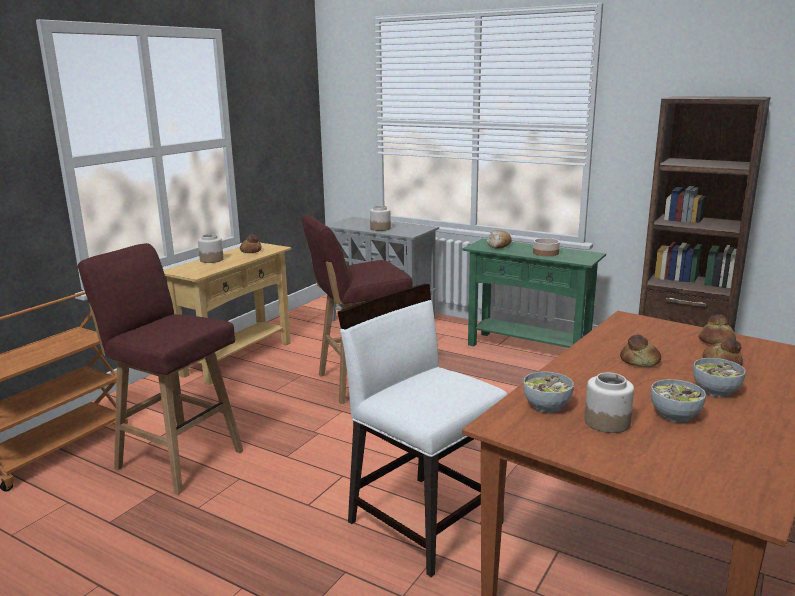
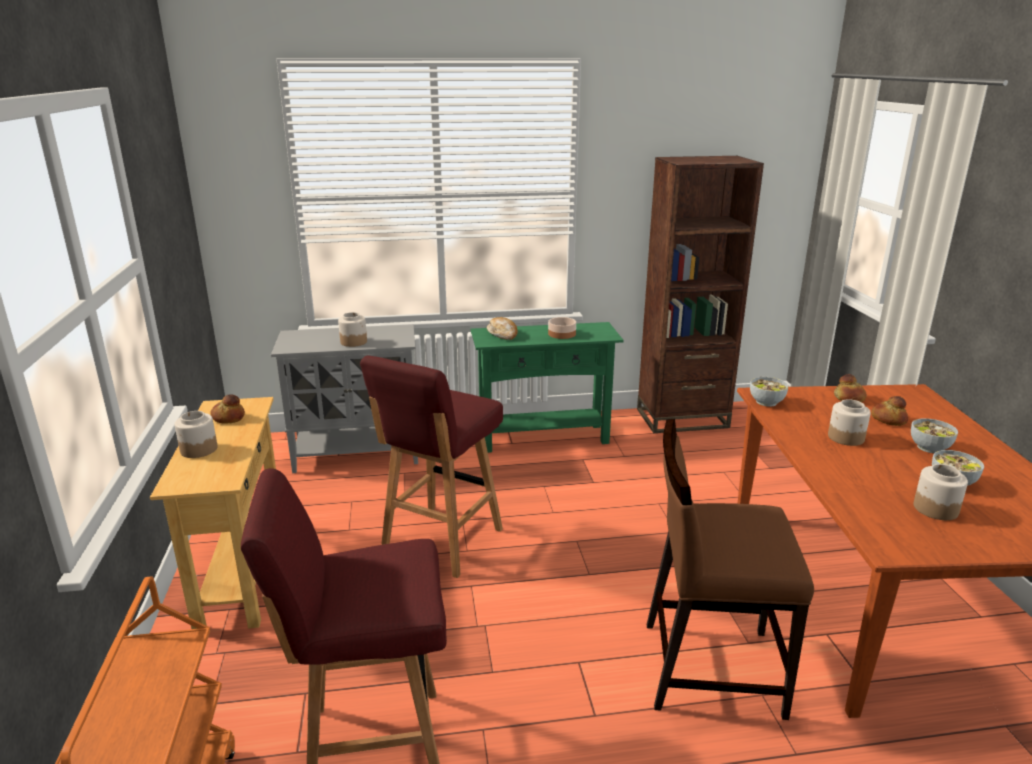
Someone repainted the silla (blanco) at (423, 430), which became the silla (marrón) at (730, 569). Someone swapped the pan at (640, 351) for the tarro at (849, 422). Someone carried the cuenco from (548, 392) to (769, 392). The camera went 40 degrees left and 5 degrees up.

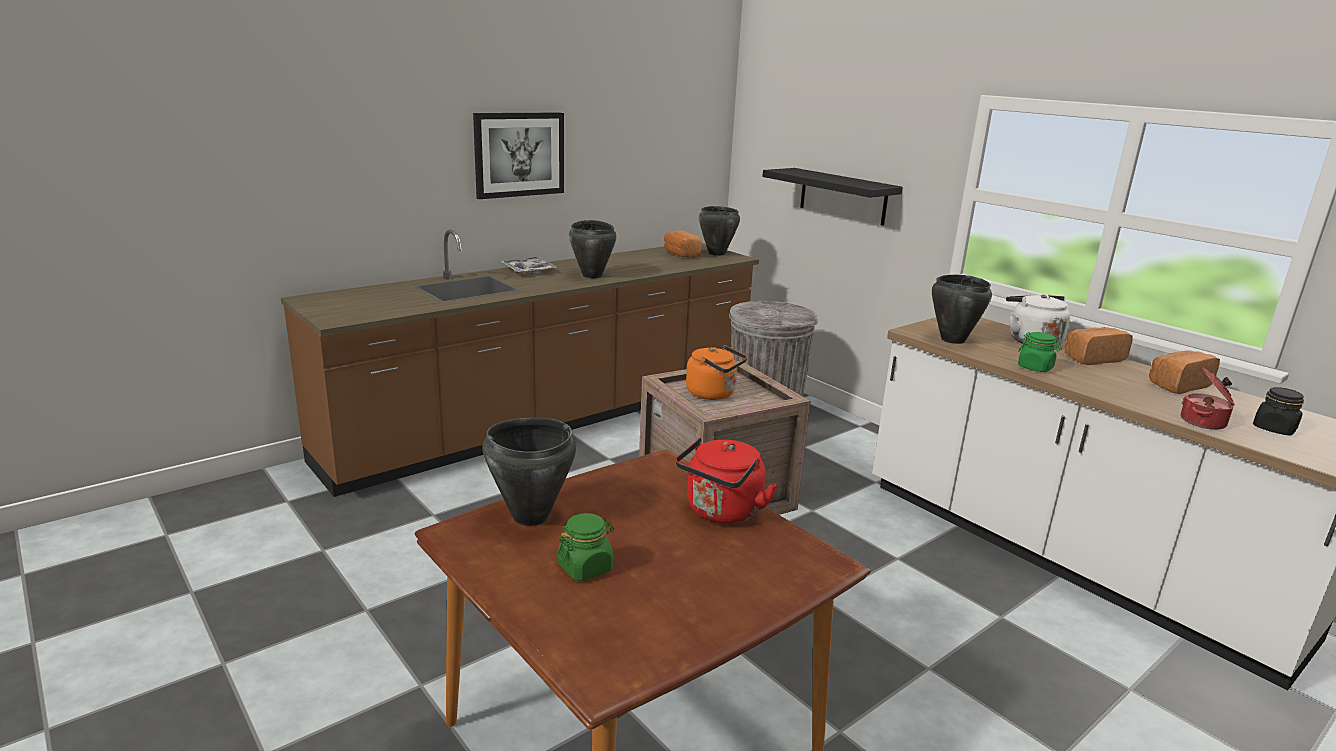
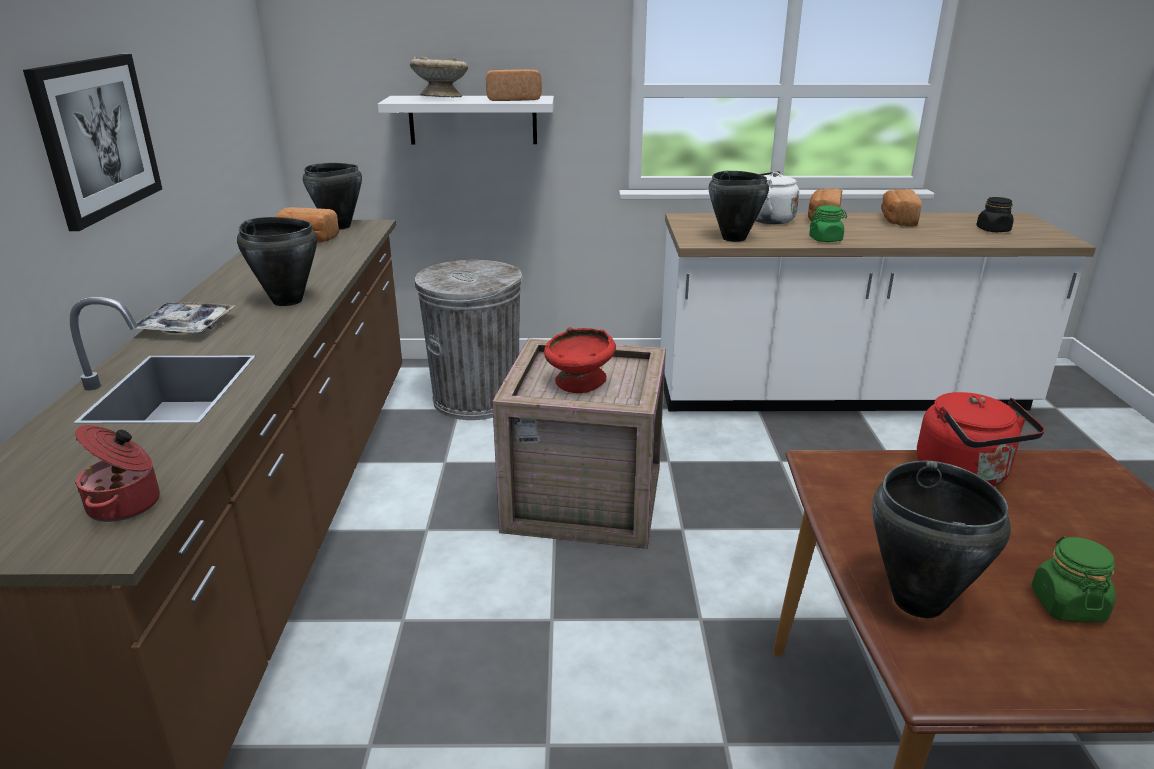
Someone repainted the estante (negro) at (832, 197), which became the estante (blanco) at (466, 120). Someone swapped the hervidor (naranja) at (716, 372) for the cuenco (rojo) at (580, 360). Someone carried the olla from (1208, 399) to (117, 473). Someone put down the cuenco (beis) at (439, 77). Someone put down the pan at (514, 85). The camera went 50 degrees left and 5 degrees up.

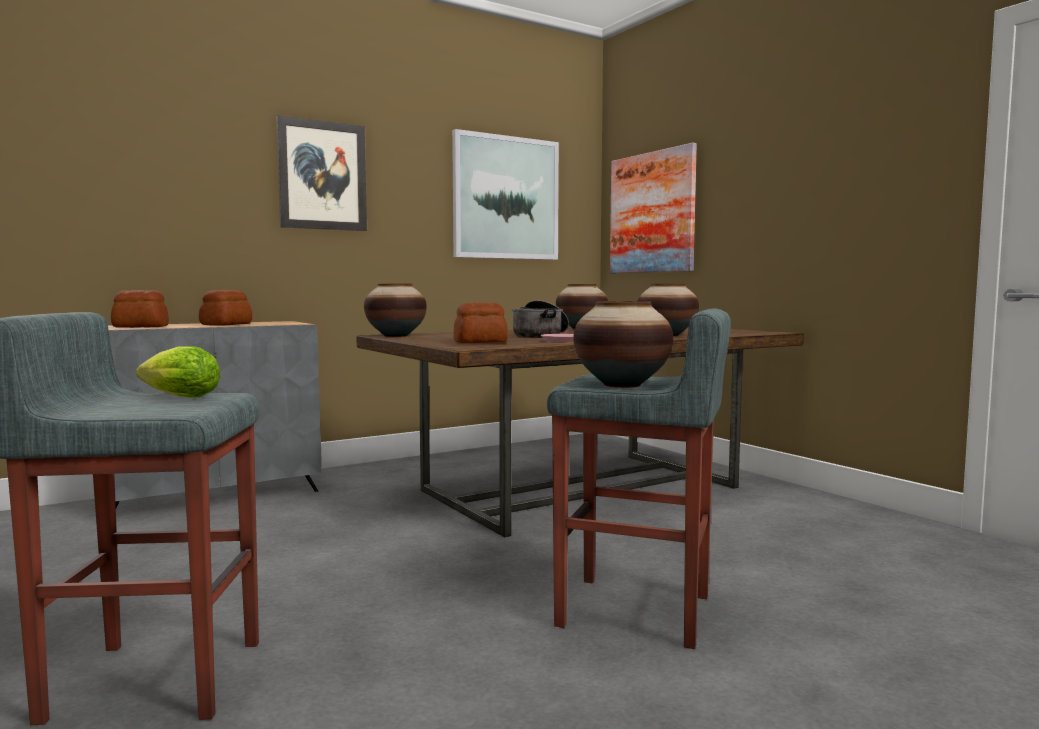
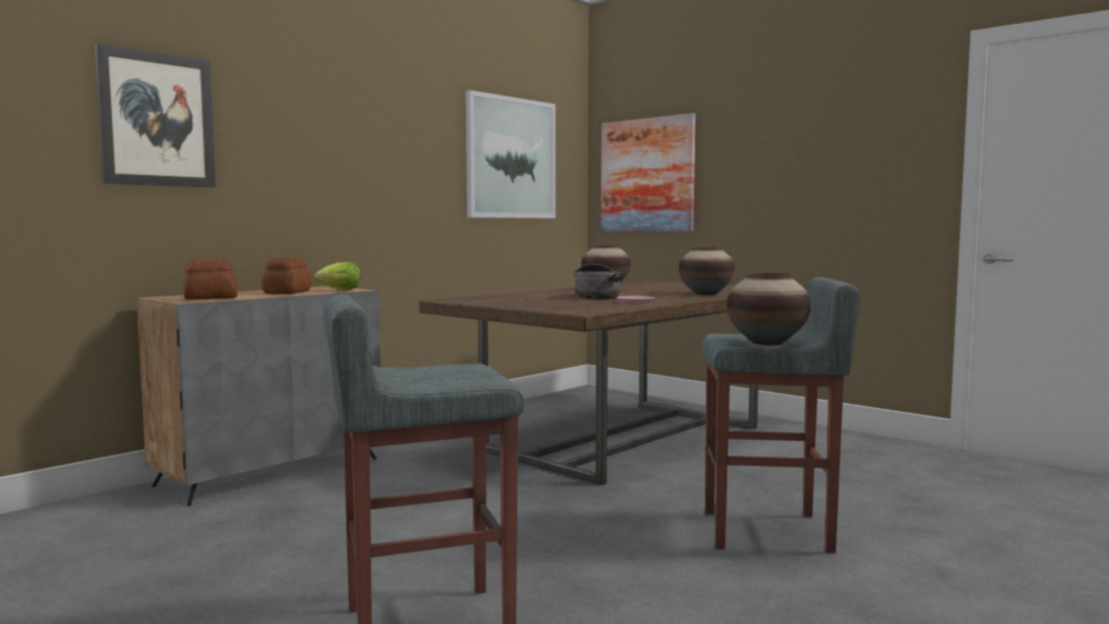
Someone carried the cuadro from (321, 173) to (155, 115). Someone took away the florero at (395, 310). Someone took away the pan at (480, 322). Someone carried the lechuga from (178, 372) to (337, 276). The camera went 15 degrees left and 0 degrees up.

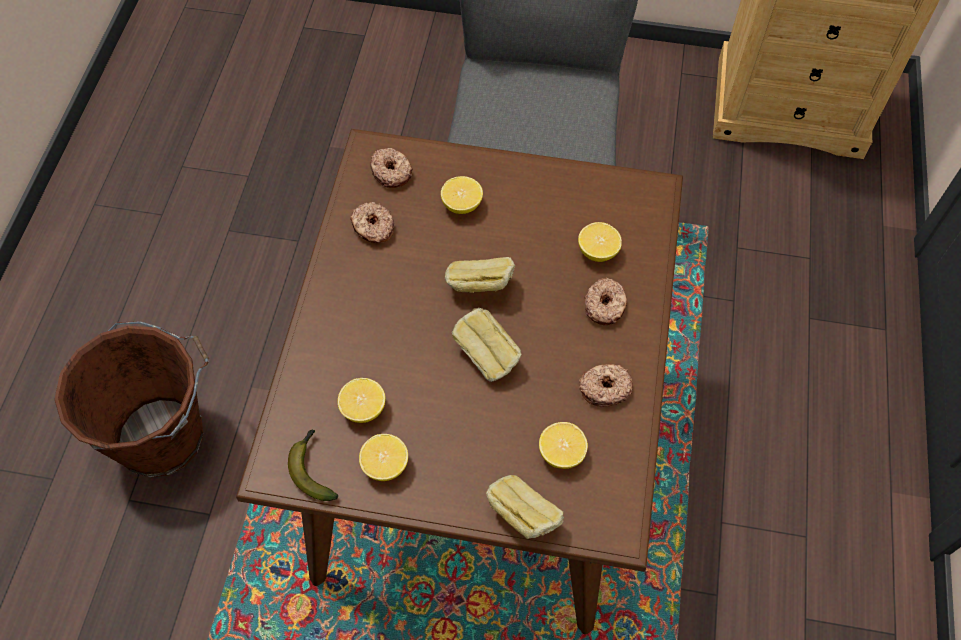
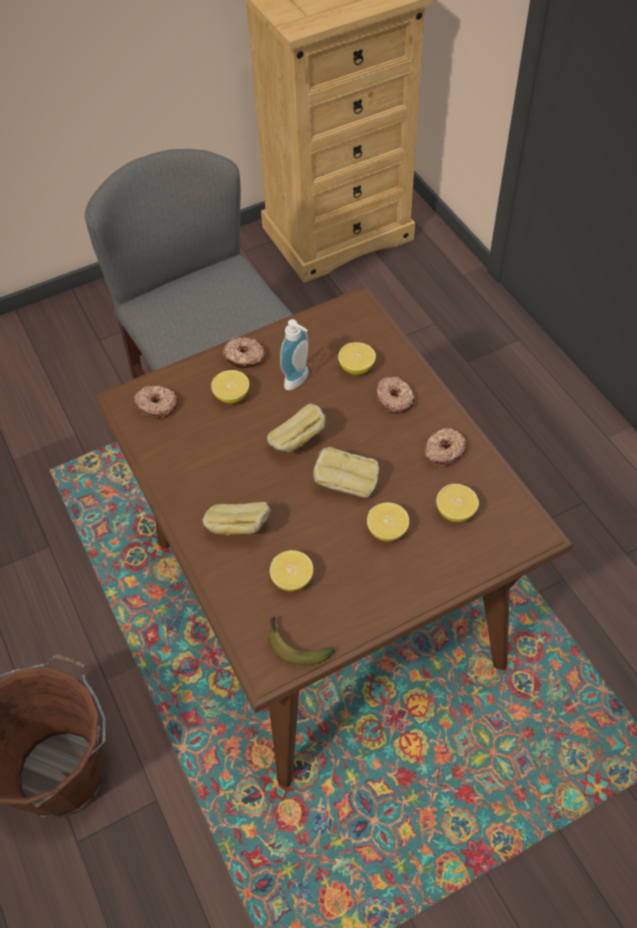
Someone carried the rosquilla from (372, 222) to (243, 352). Someone carried the limón from (383, 457) to (388, 522). Someone carried the pan from (525, 507) to (236, 518). Someone put down the dispensador de jabón at (294, 354). The camera went 35 degrees left and 5 degrees down.

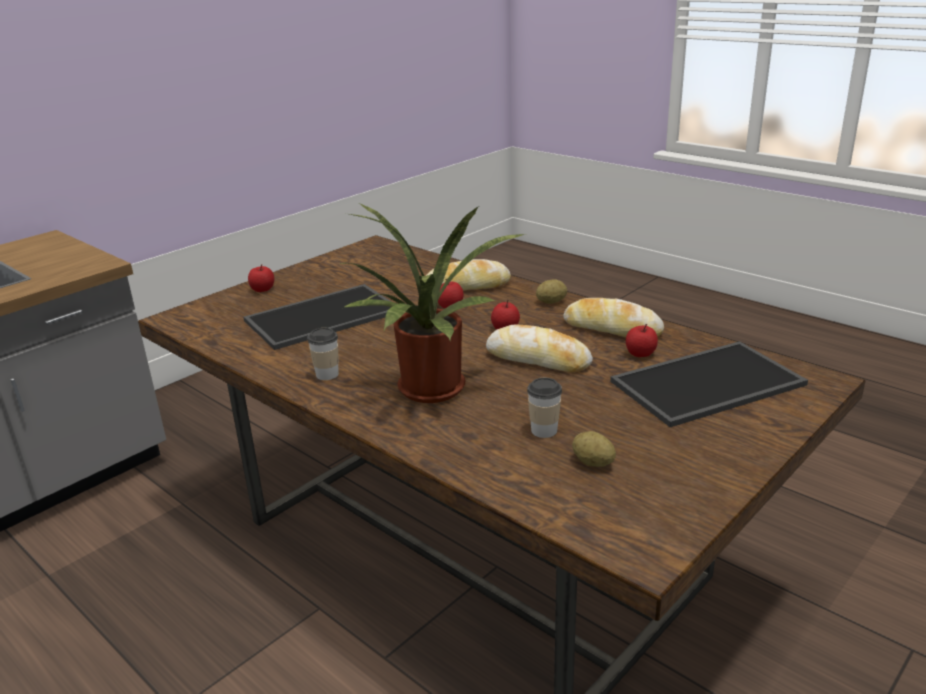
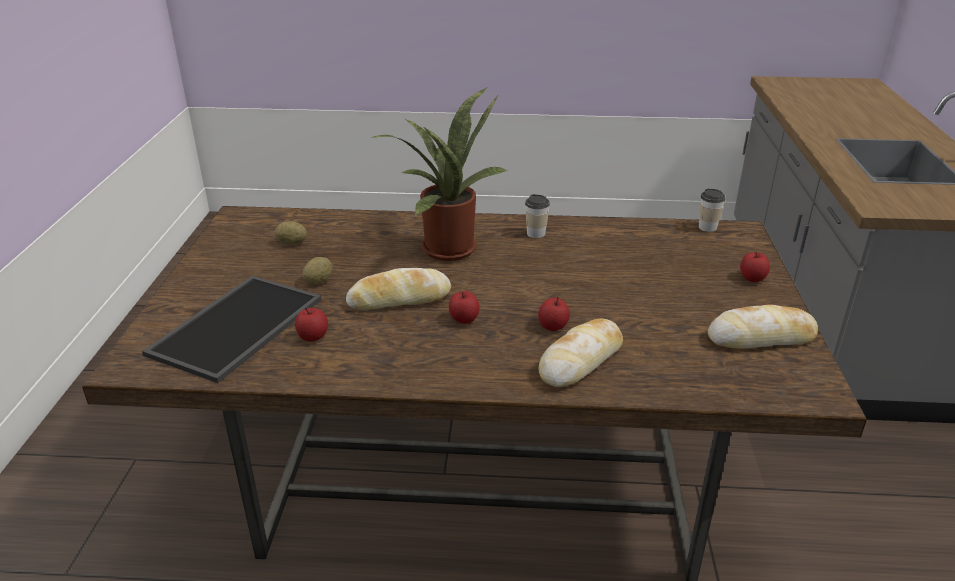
Someone carried the patata from (551, 291) to (318, 270). Someone took away the bandeja at (317, 317). Someone carried the pan from (613, 317) to (763, 327). Someone carried the taza from (544, 408) to (712, 210). The camera went 140 degrees right and 5 degrees up.

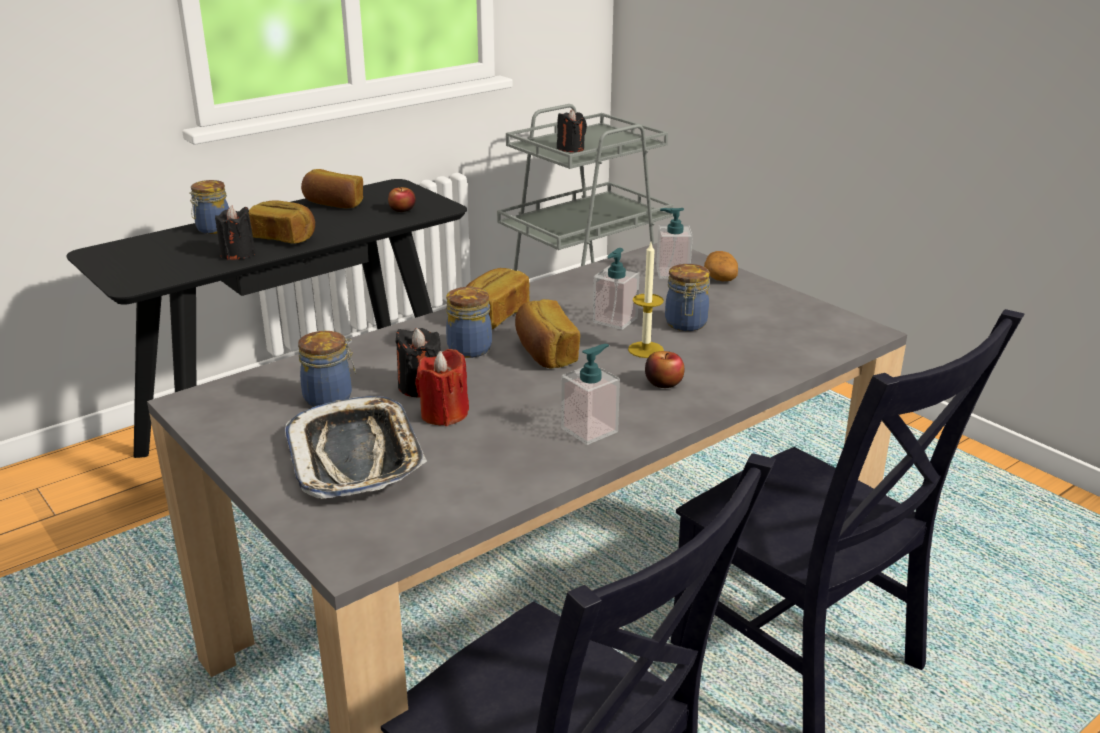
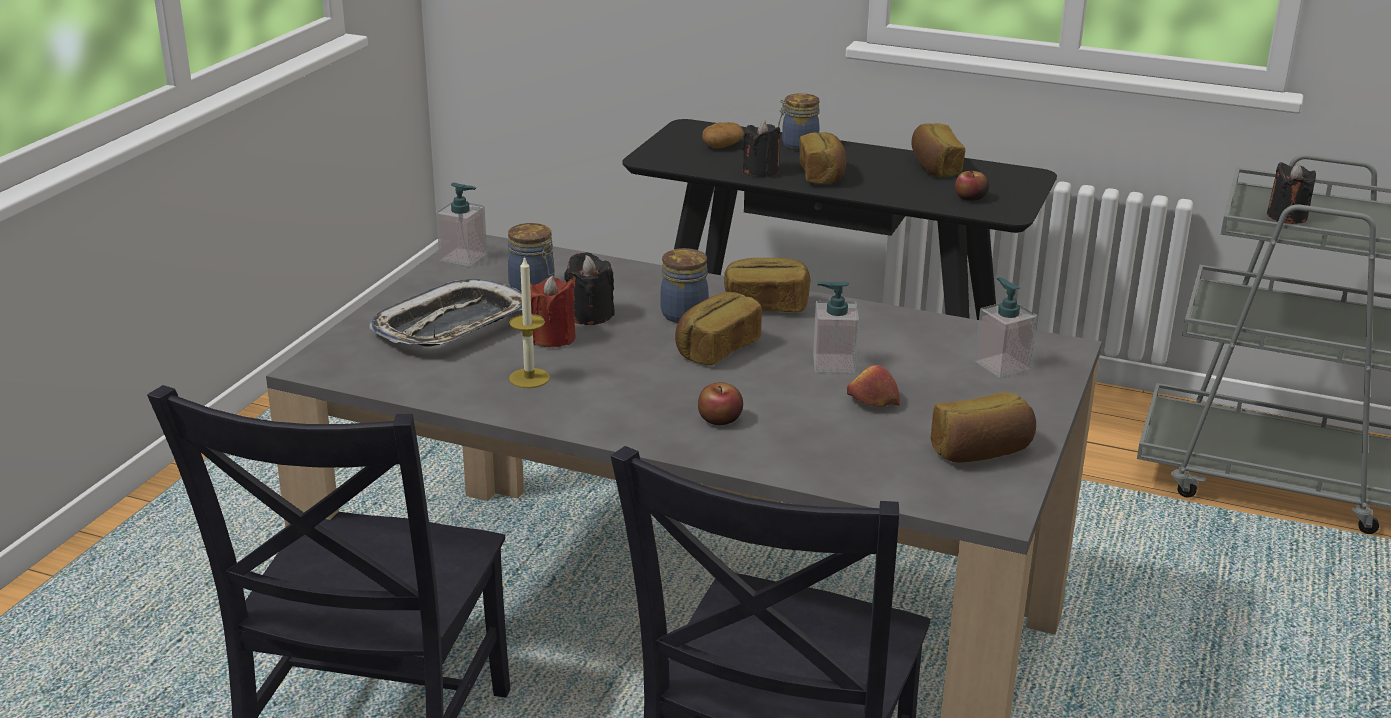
Someone carried the vela from (646, 300) to (529, 322). Someone carried the patata from (721, 266) to (723, 135). Someone swapped the tarro at (687, 297) for the manzana at (873, 386). Someone carried the dispensador de jabón from (590, 394) to (461, 225). Someone put down the pan at (983, 427). The camera went 60 degrees right and 0 degrees up.

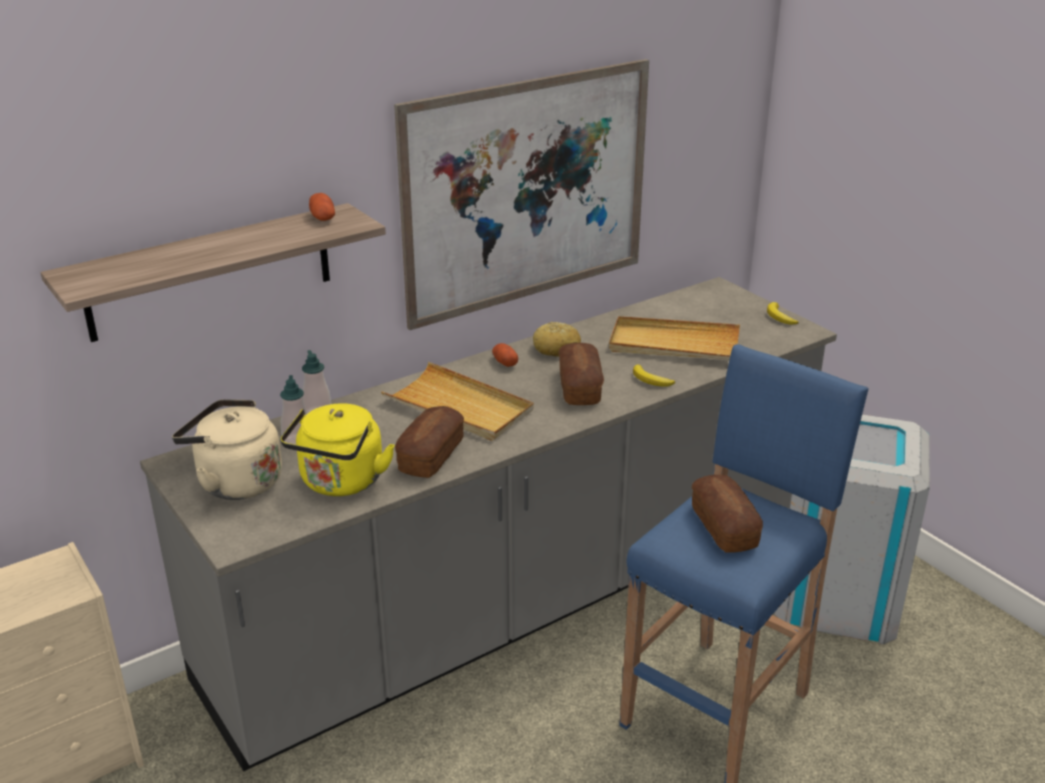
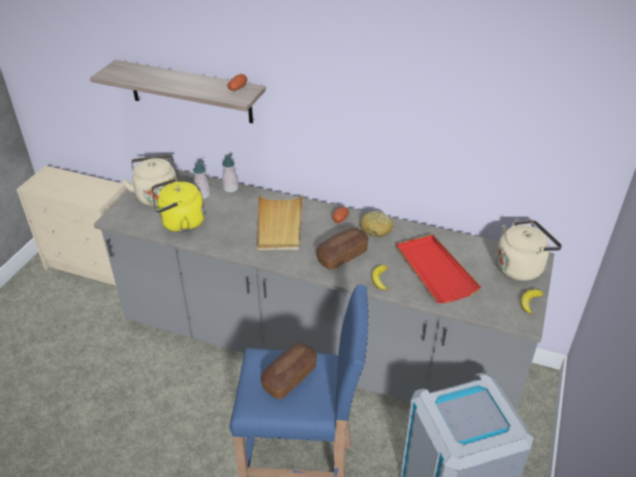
Someone took away the cuadro at (521, 194). Someone repainted the bandeja (beis) at (674, 338), which became the bandeja (rojo) at (438, 268). Someone took away the pan at (429, 442). Someone put down the hervidor (beis) at (529, 250). The camera went 55 degrees right and 10 degrees up.

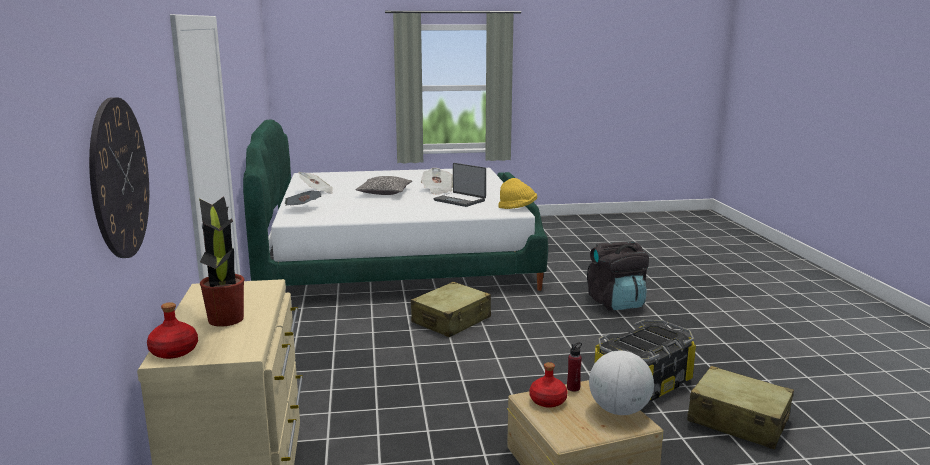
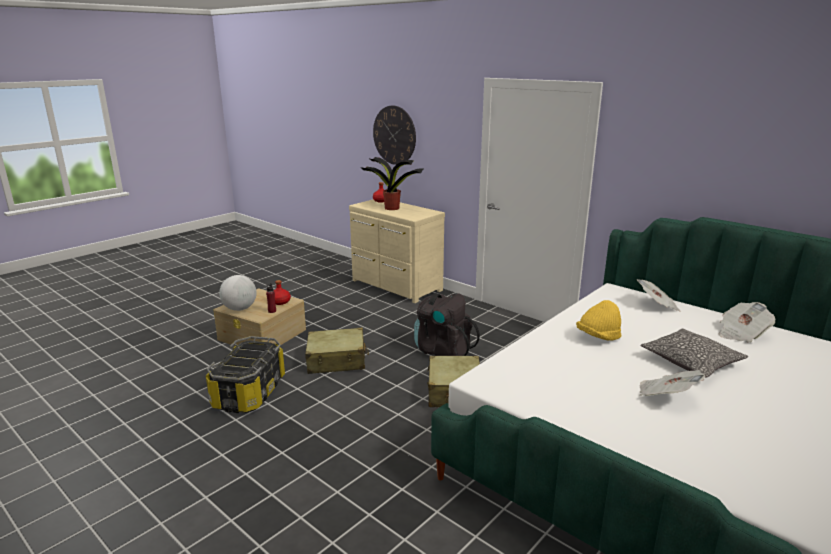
Someone took away the portátil at (459, 185). Someone carried the sombrero (amarillo) from (517, 193) to (598, 320). Someone carried the mochila (negro) from (618, 276) to (447, 324). Someone carried the maleta (beis) from (740, 407) to (337, 351). The camera went 140 degrees right and 5 degrees up.

